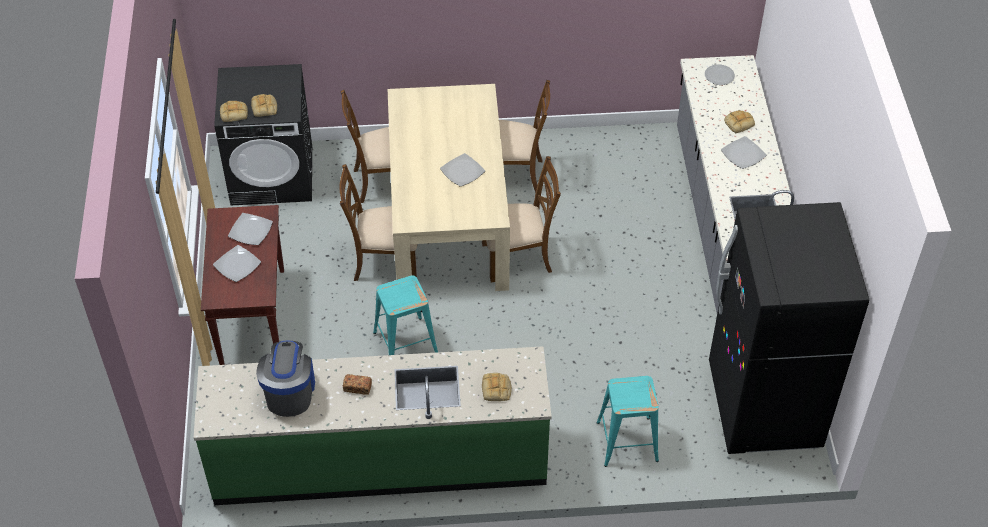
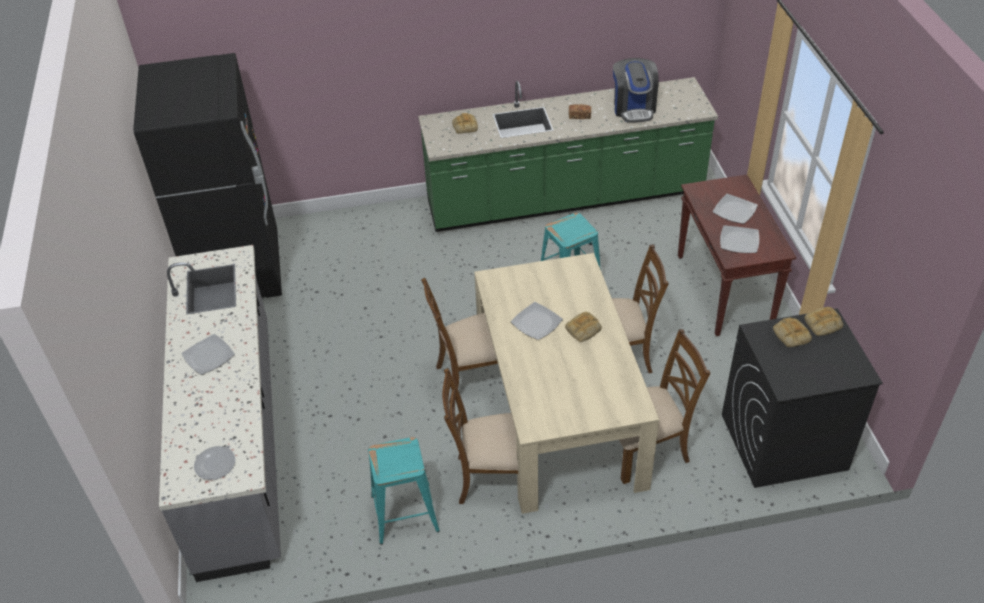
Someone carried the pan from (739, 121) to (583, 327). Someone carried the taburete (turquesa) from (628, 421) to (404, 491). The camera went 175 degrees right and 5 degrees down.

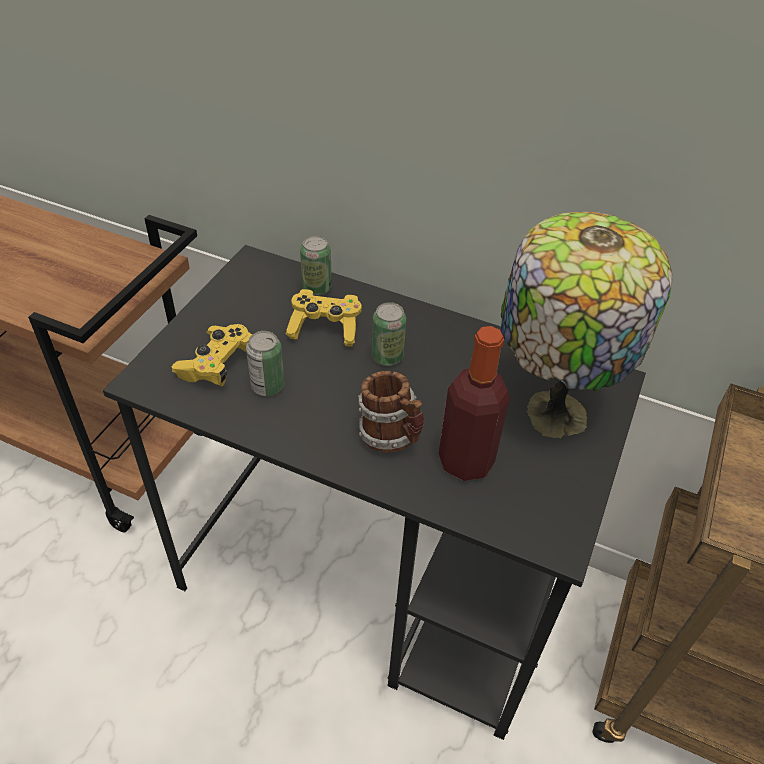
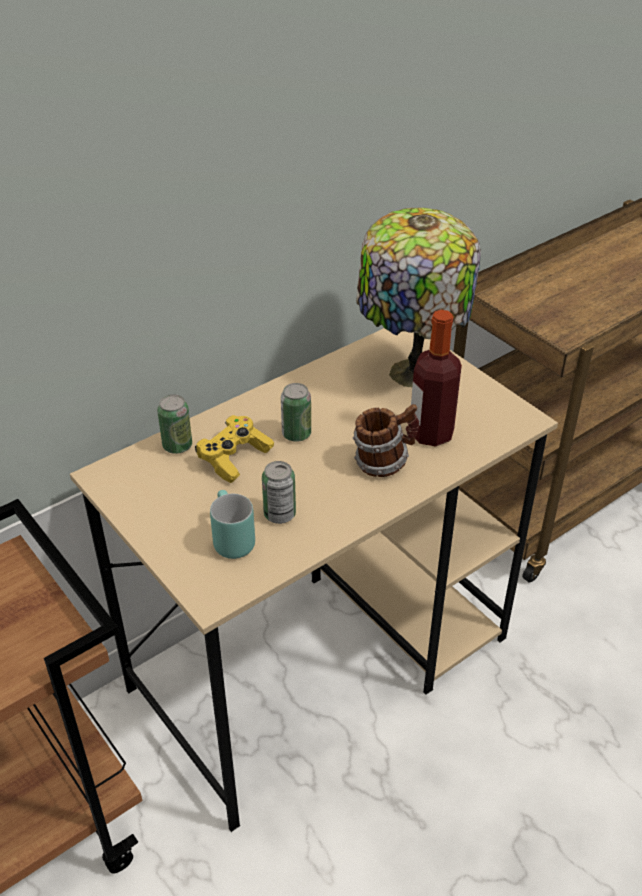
Someone repainted the escritorio (negro) at (374, 492), which became the escritorio (beis) at (314, 580). Someone swapped the mando de consola (amarillo) at (212, 355) for the taza grande (turquesa) at (232, 524). The camera went 60 degrees left and 5 degrees down.

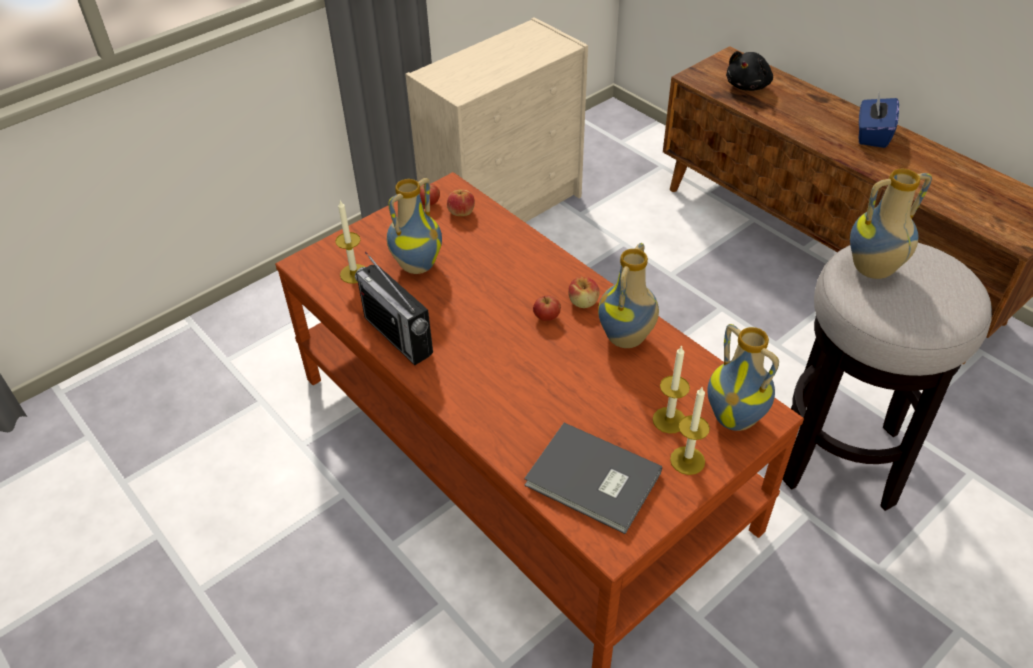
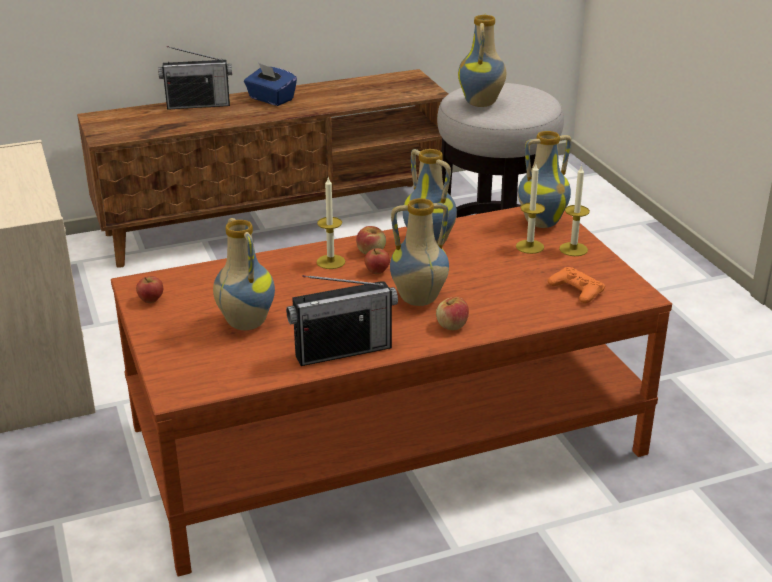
Someone took away the peluche (negro) at (749, 71). Someone carried the manzana from (461, 203) to (452, 313). Someone carried the vela from (350, 242) to (330, 223). Someone swapped the libro (gris) at (593, 478) for the mando de consola (naranja) at (576, 285). Someone put down the radio at (195, 78). Someone put down the florero at (419, 252). The camera went 70 degrees left and 15 degrees down.

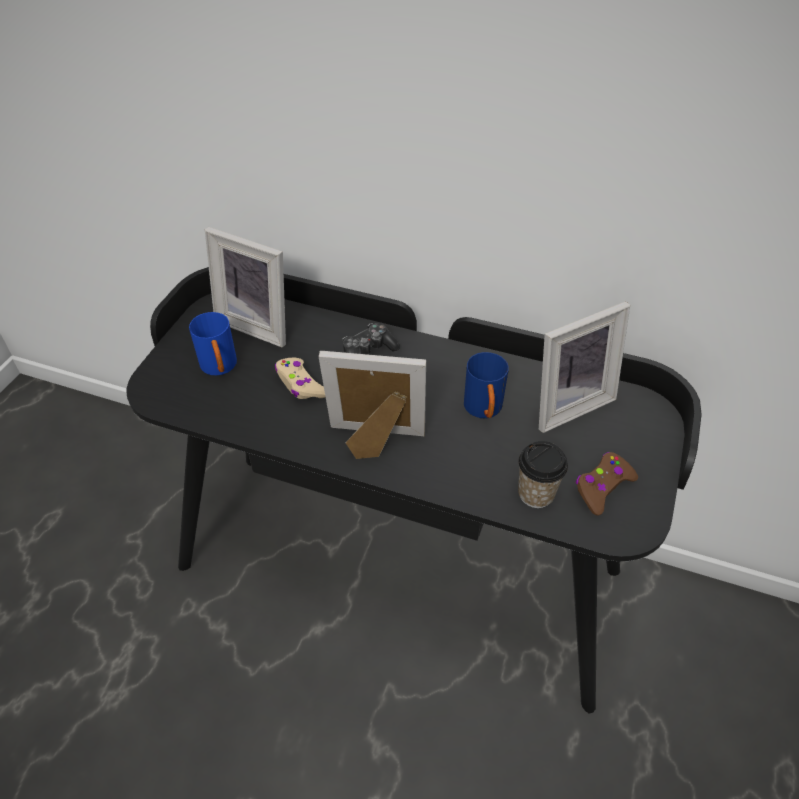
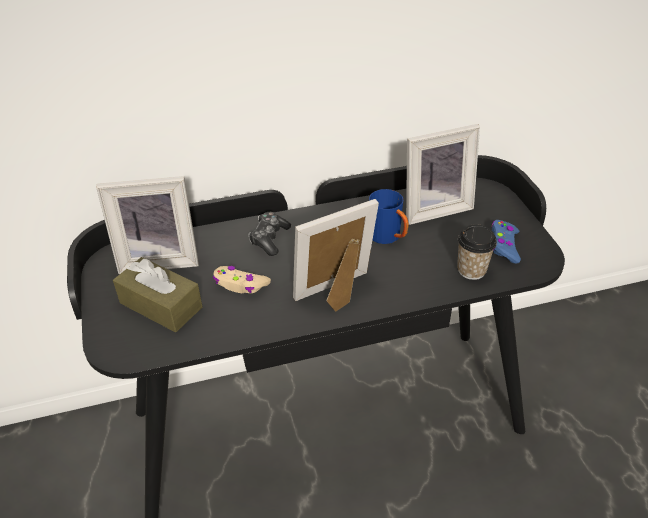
Someone rotated the portarretratos at (584, 367) by 45 degrees clockwise. Someone swapped the taza grande (azul) at (213, 343) for the caja de pañuelos (marrón) at (158, 294). Someone repainted the mando de consola (marrón) at (607, 483), which became the mando de consola (azul) at (506, 242). The camera went 35 degrees left and 5 degrees down.

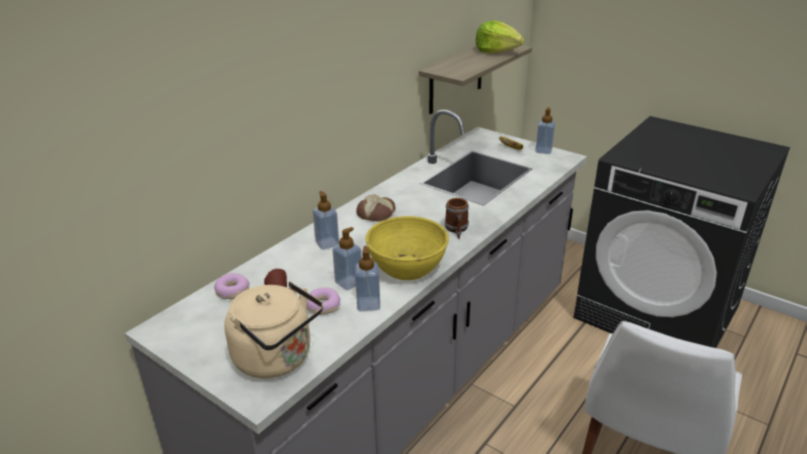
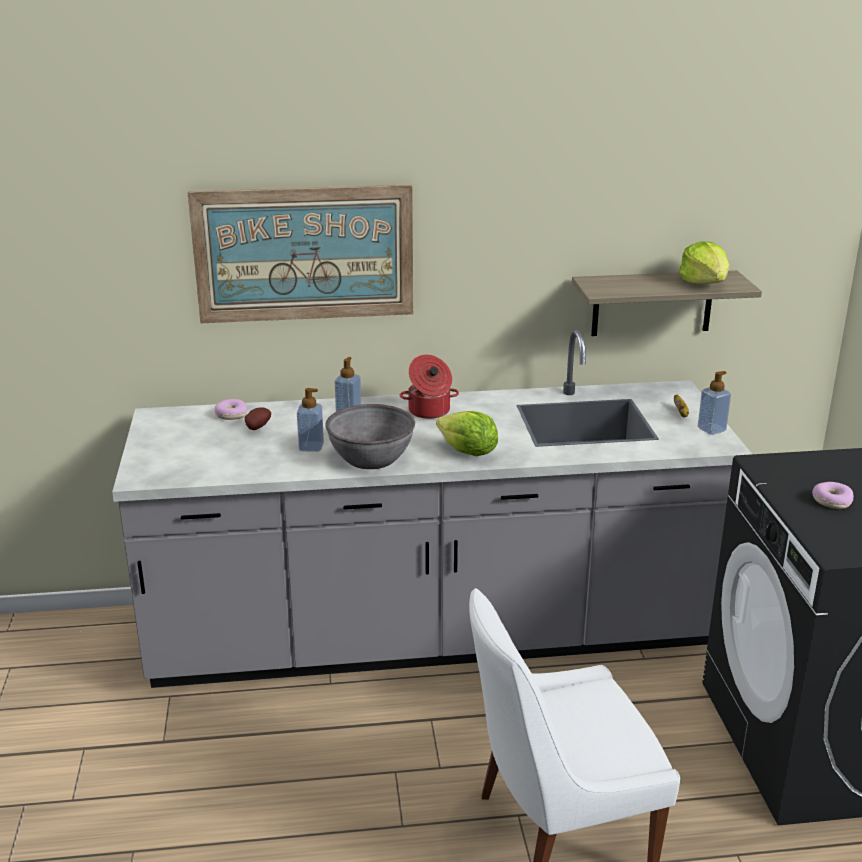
Someone swapped the pan at (376, 208) for the olla at (429, 387). Someone swapped the taza grande at (456, 218) for the lechuga at (467, 433). Someone repainted the cuenco (amarillo) at (407, 248), which became the cuenco (gris) at (370, 436). Someone took away the dispensador de jabón at (367, 278). Someone took away the hervidor (beis) at (273, 330). Someone carried the rosquilla from (323, 300) to (832, 495). Someone put up the cuadro at (300, 254). The camera went 45 degrees right and 5 degrees down.

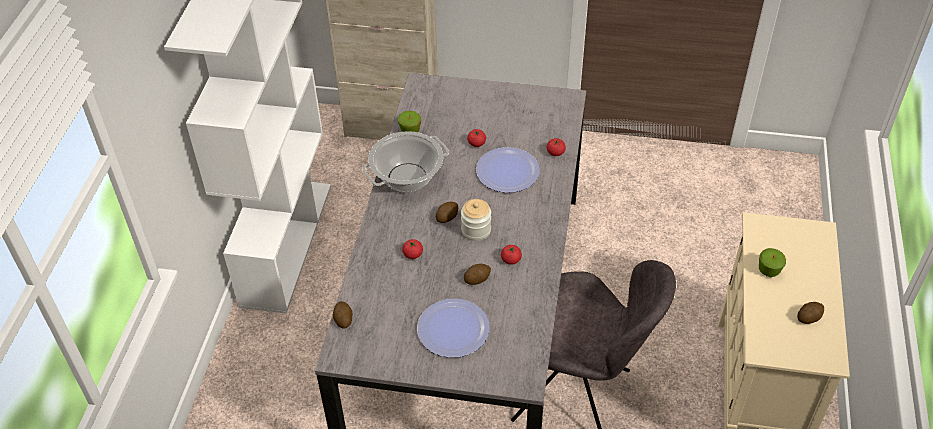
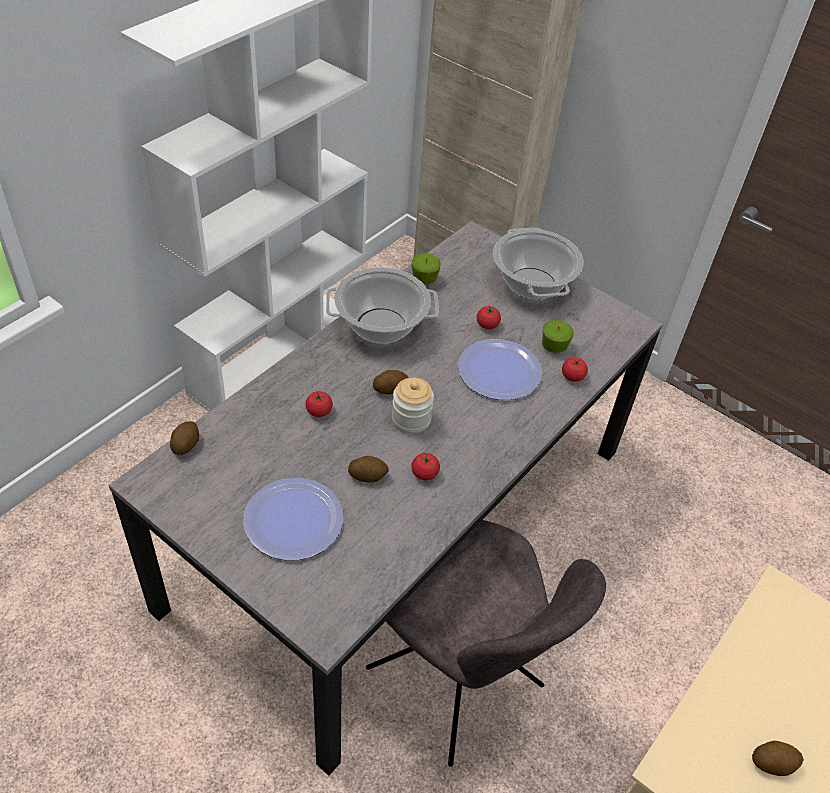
Someone carried the manzana from (772, 262) to (557, 336). Someone put down the olla at (538, 264). The camera went 25 degrees right and 0 degrees up.

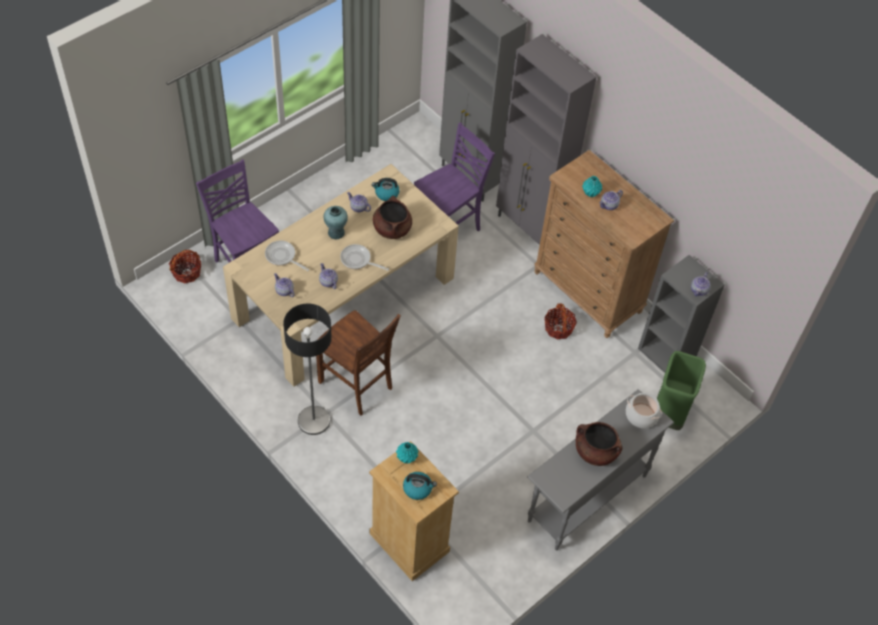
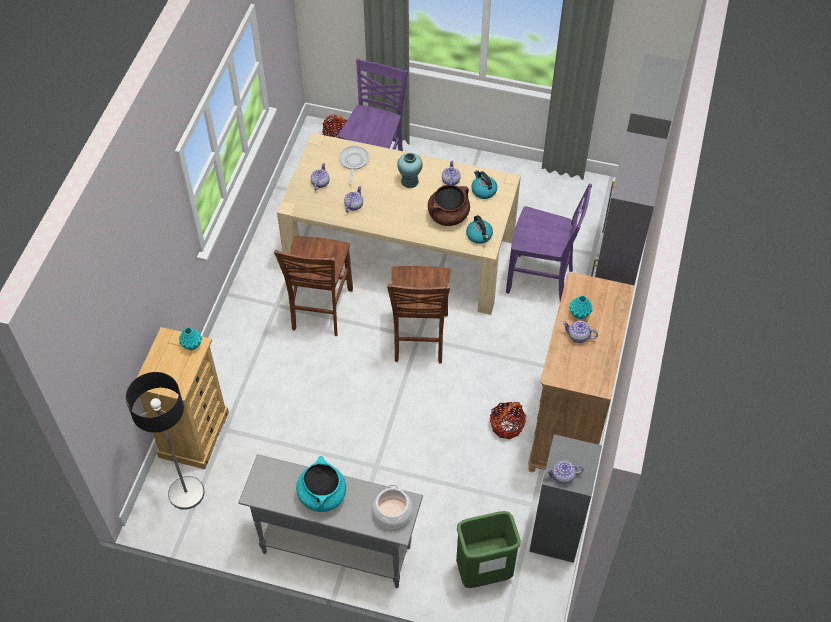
Someone took away the sartén at (364, 257). Someone carried the lámpara de pie from (307, 369) to (165, 441). Someone repainted the olla (marrón) at (598, 444), which became the olla (turquesa) at (321, 484). Someone carried the hervidor from (420, 486) to (479, 229). Someone put down the silla (marrón) at (418, 315). The camera went 60 degrees right and 0 degrees up.

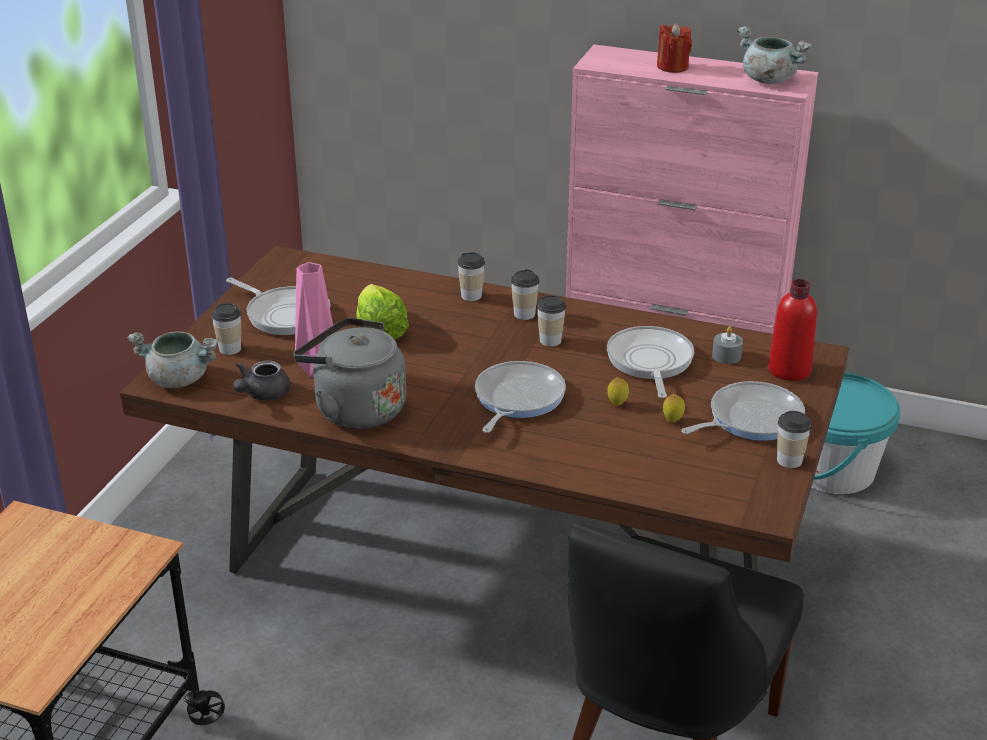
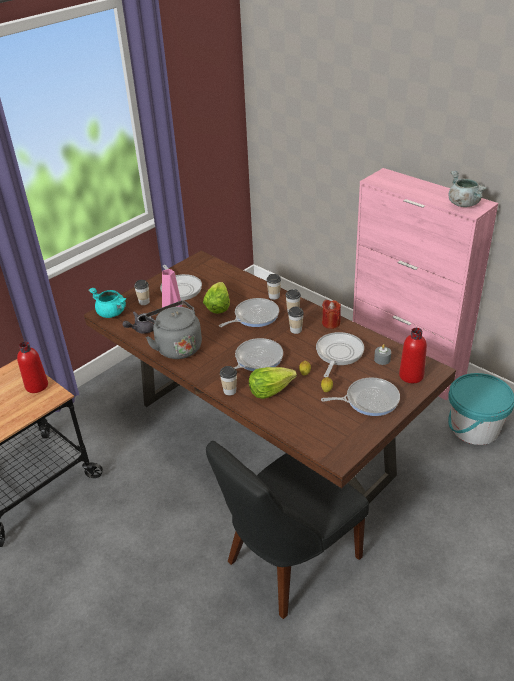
Someone carried the vela (rojo) from (674, 48) to (331, 314). Someone repainted the olla (gris) at (173, 360), which became the olla (turquesa) at (107, 303). Someone carried the taza from (794, 439) to (228, 380). Someone put down the sartén at (249, 312). Someone put down the botella (rojo) at (32, 367). Someone put down the lechuga at (273, 383). The camera went 25 degrees right and 5 degrees up.

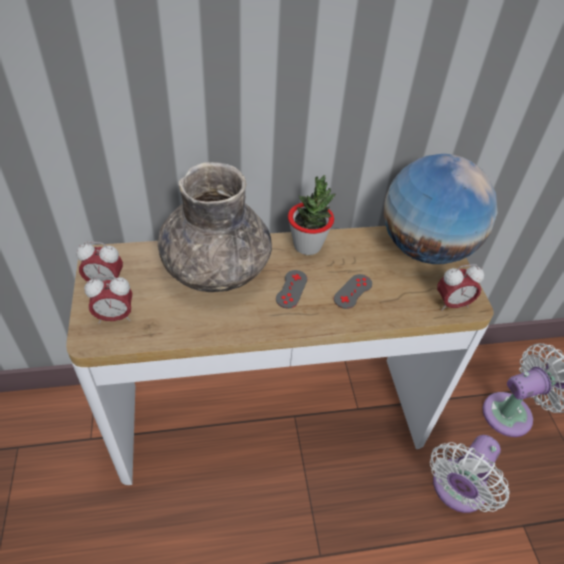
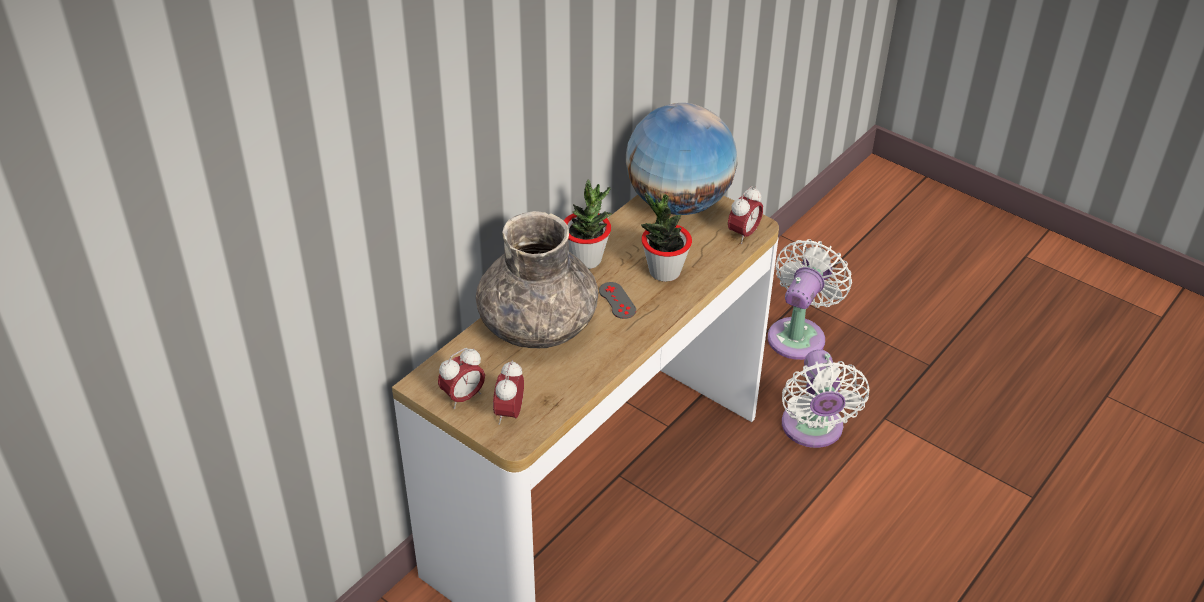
Someone swapped the mando de consola (gris) at (353, 291) for the planta en maceta at (666, 237). Someone rotated the despertador at (108, 299) by 150 degrees clockwise. The camera went 40 degrees left and 5 degrees down.

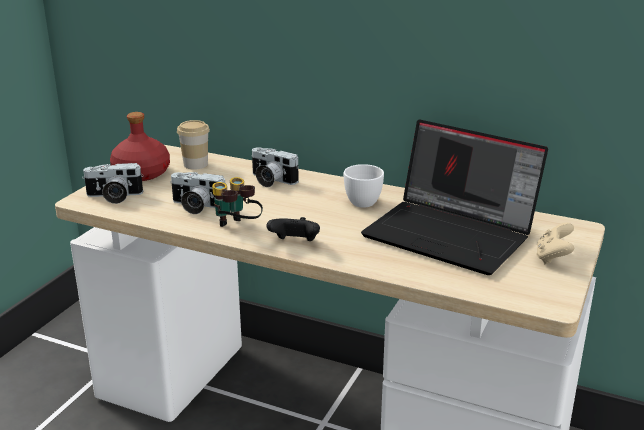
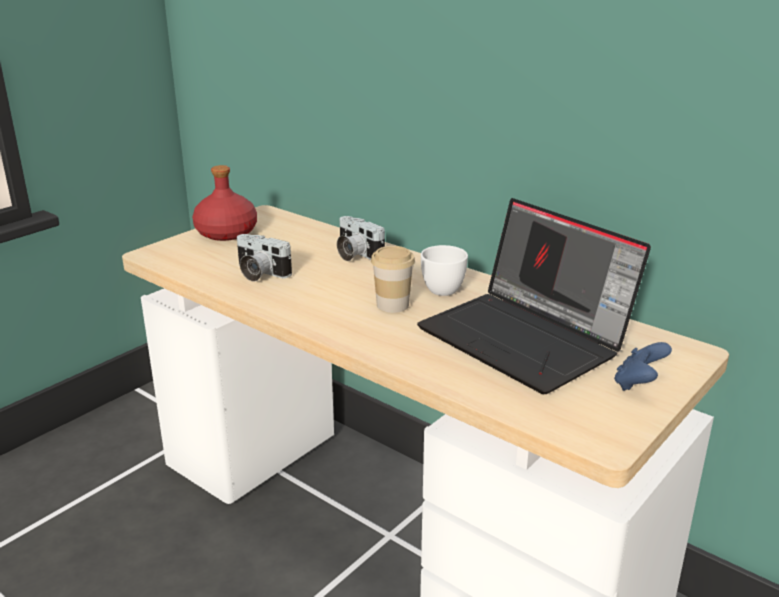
Someone carried the taza from (193, 145) to (393, 279). Someone took away the cámara at (113, 183). Someone took away the prismáticos at (237, 202). Someone took away the mando de consola (negro) at (293, 229). Someone repainted the mando de consola (beis) at (555, 243), which became the mando de consola (azul) at (643, 366). The camera went 15 degrees right and 0 degrees up.

